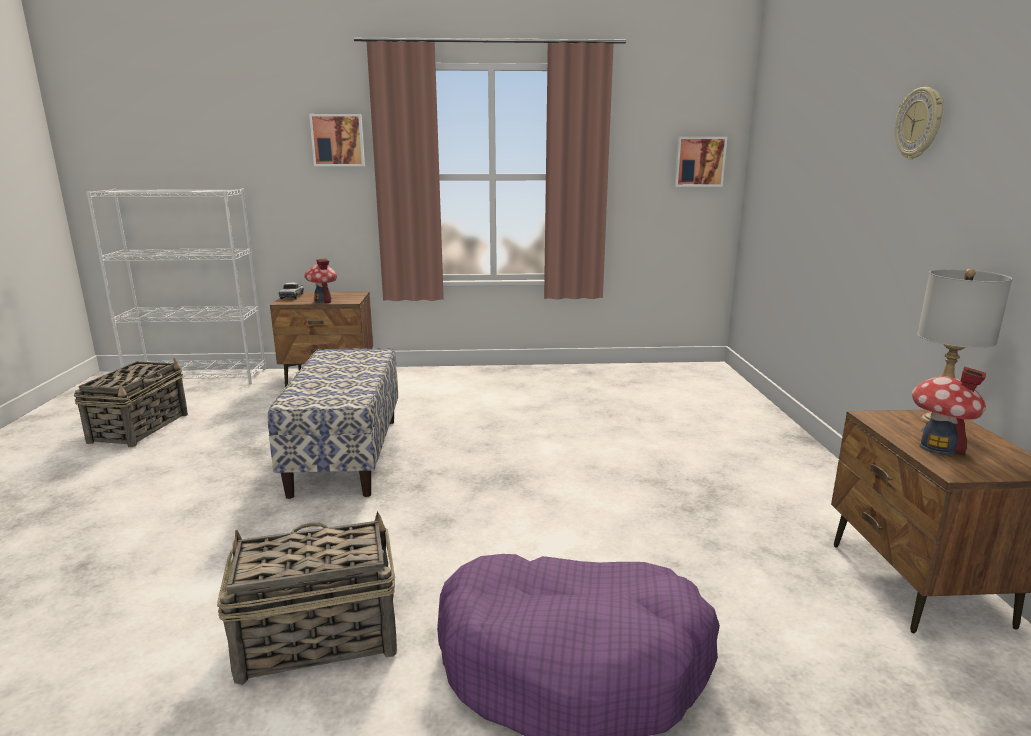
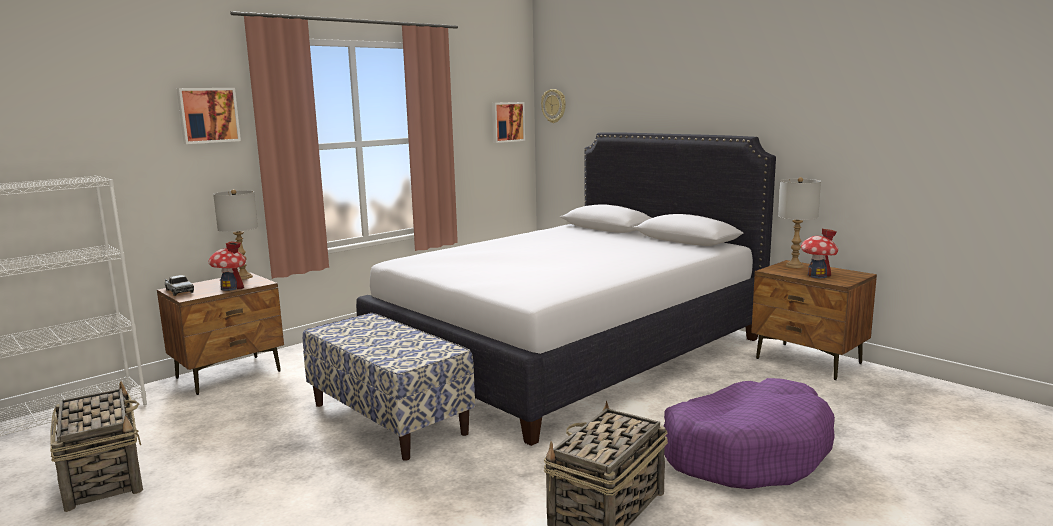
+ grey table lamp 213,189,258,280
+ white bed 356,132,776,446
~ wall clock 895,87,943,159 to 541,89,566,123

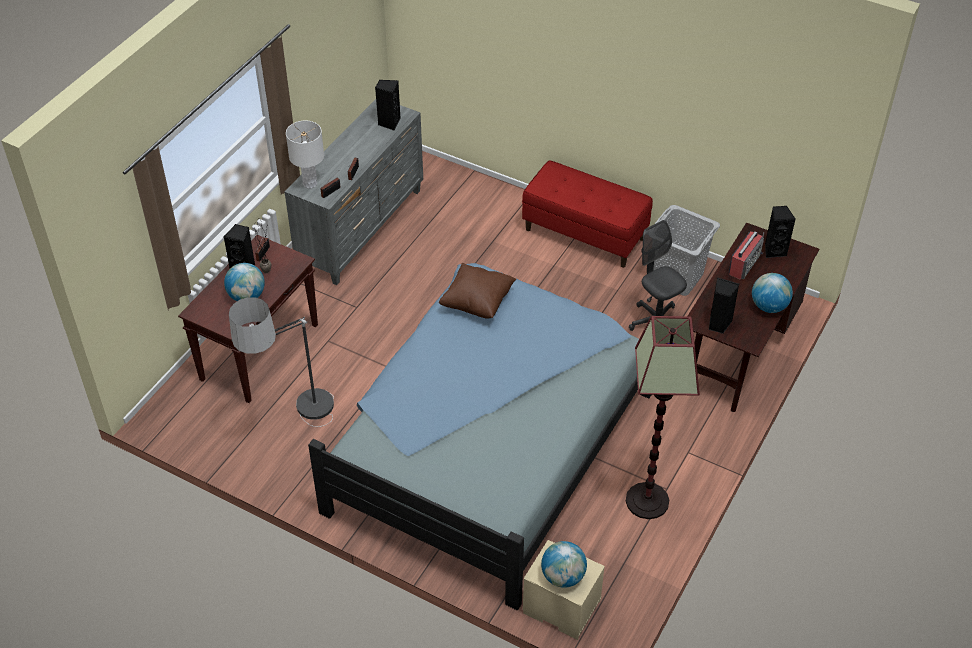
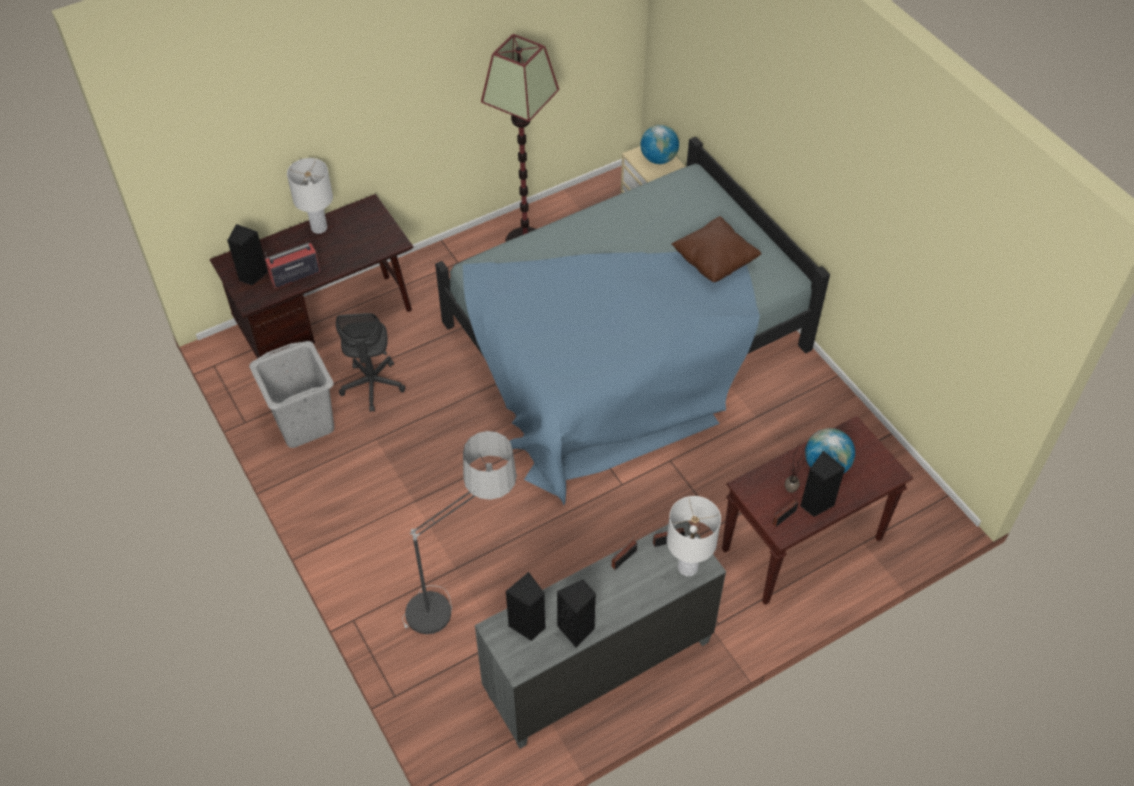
- red bench 522,160,653,268
~ floor lamp 229,297,334,427 to 402,431,517,634
~ brown pillow 439,263,516,319 to 671,216,762,282
~ black speaker 709,277,739,334 to 557,579,596,648
~ globe 752,273,793,313 to white table lamp 287,158,333,234

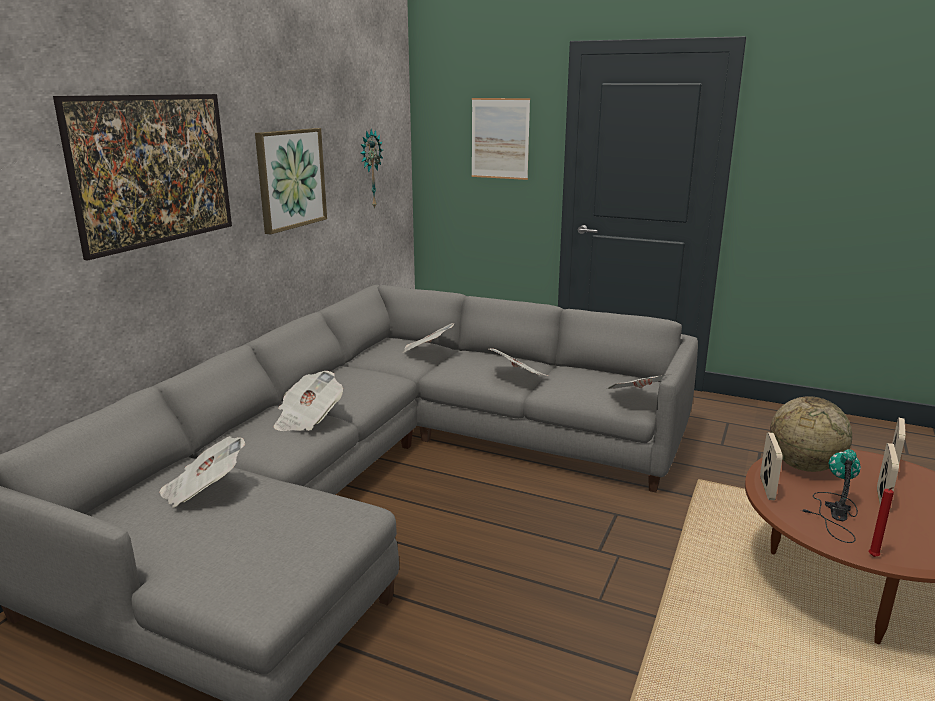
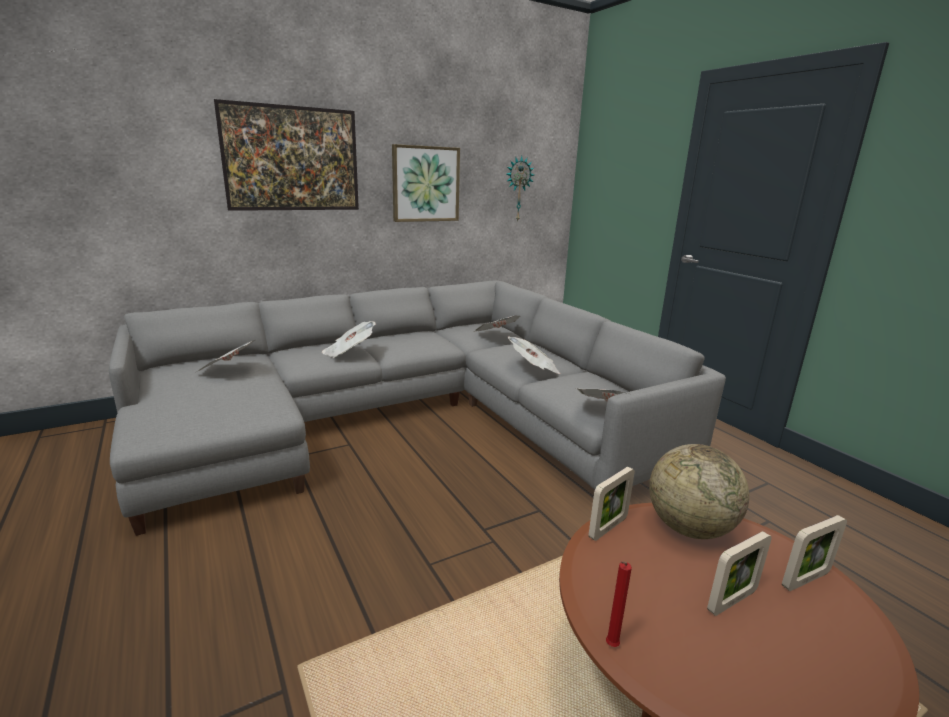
- picture 472,98,530,180
- table lamp 801,449,861,543

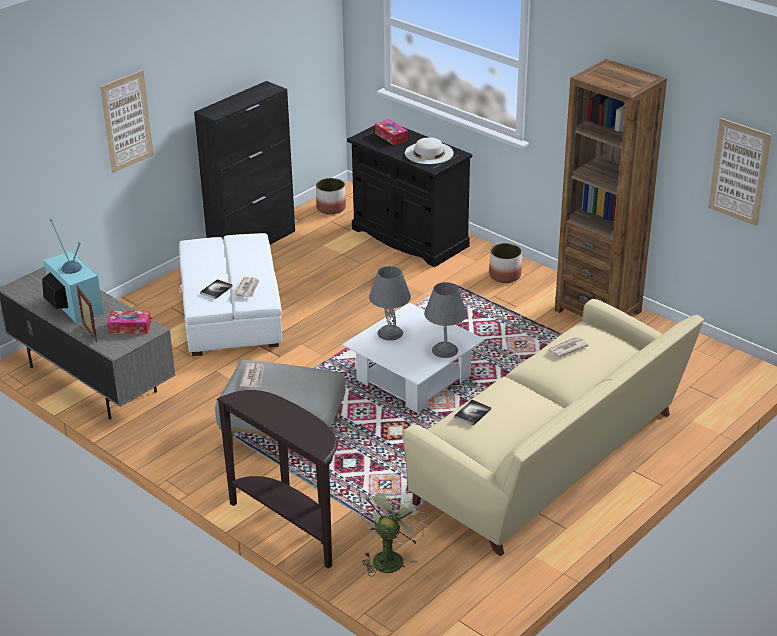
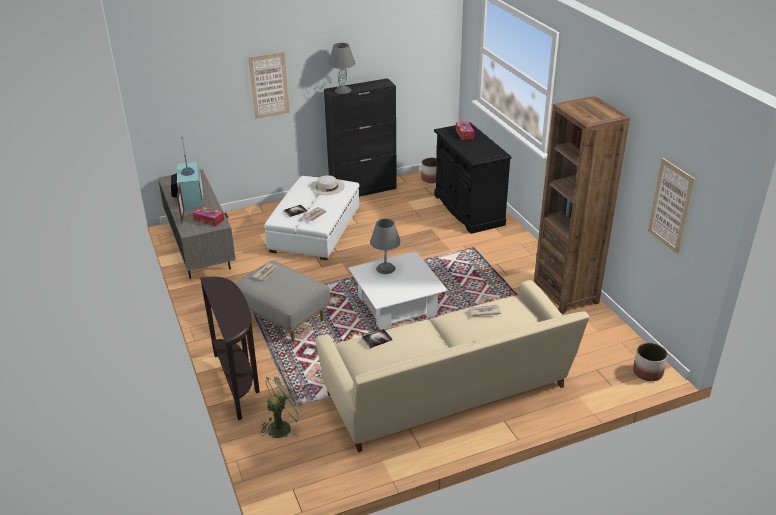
~ white hat 405,137,453,164 to 310,175,345,195
~ grey table lamp 424,282,467,358 to 328,43,356,94
~ planter 489,243,522,283 to 633,343,668,381

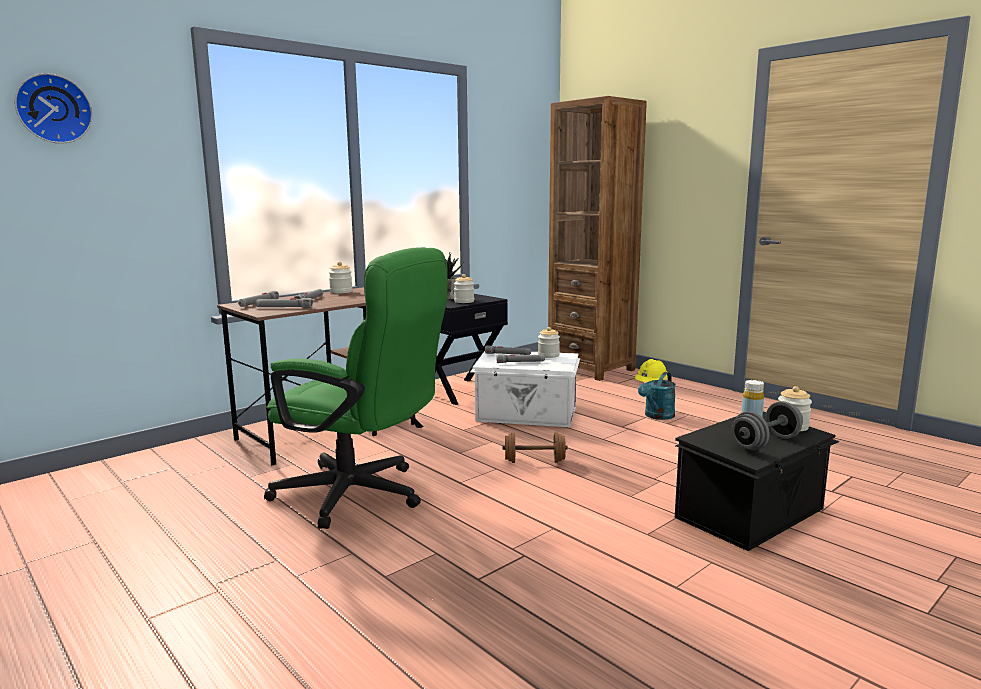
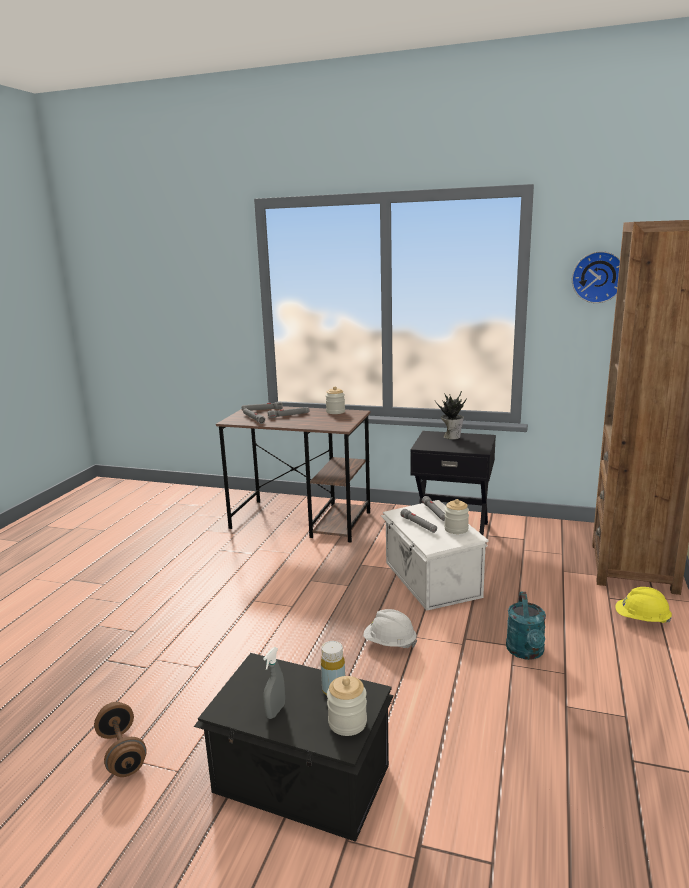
- green office chair 264,247,447,529
- jar 454,274,474,303
+ white hard hat 363,609,417,648
~ wall clock 15,73,93,144 to 572,251,620,303
~ brown dumbbell 502,432,568,463 to 94,702,147,777
~ grey dumbbell 731,401,803,450 to grey spray bottle 263,648,285,719
~ turquoise watering can 638,372,676,420 = 506,592,546,660 90 degrees counterclockwise

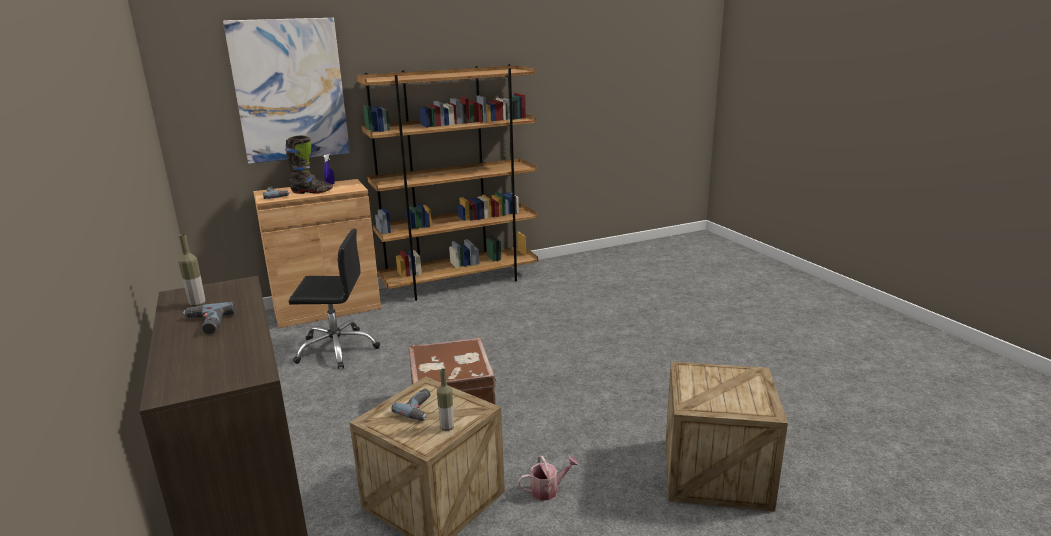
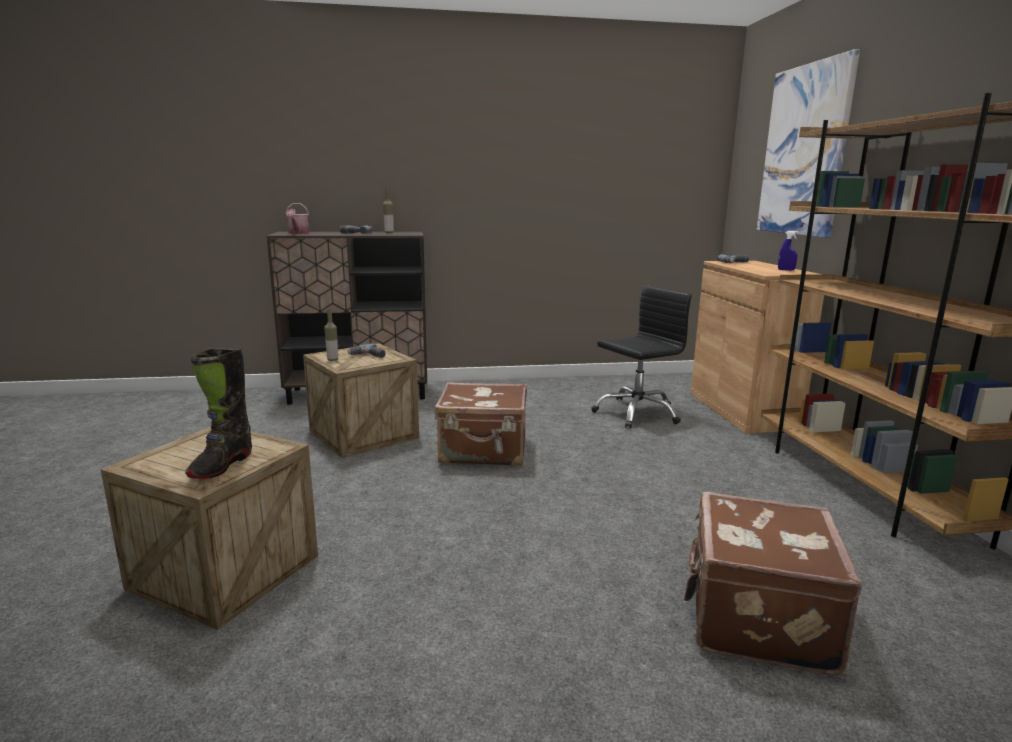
+ brown suitcase 684,492,862,676
~ black boot 285,135,333,194 to 185,348,252,479
~ watering can 518,456,579,501 to 286,203,309,234
~ black office chair 289,229,380,369 = 591,285,692,428 135 degrees counterclockwise

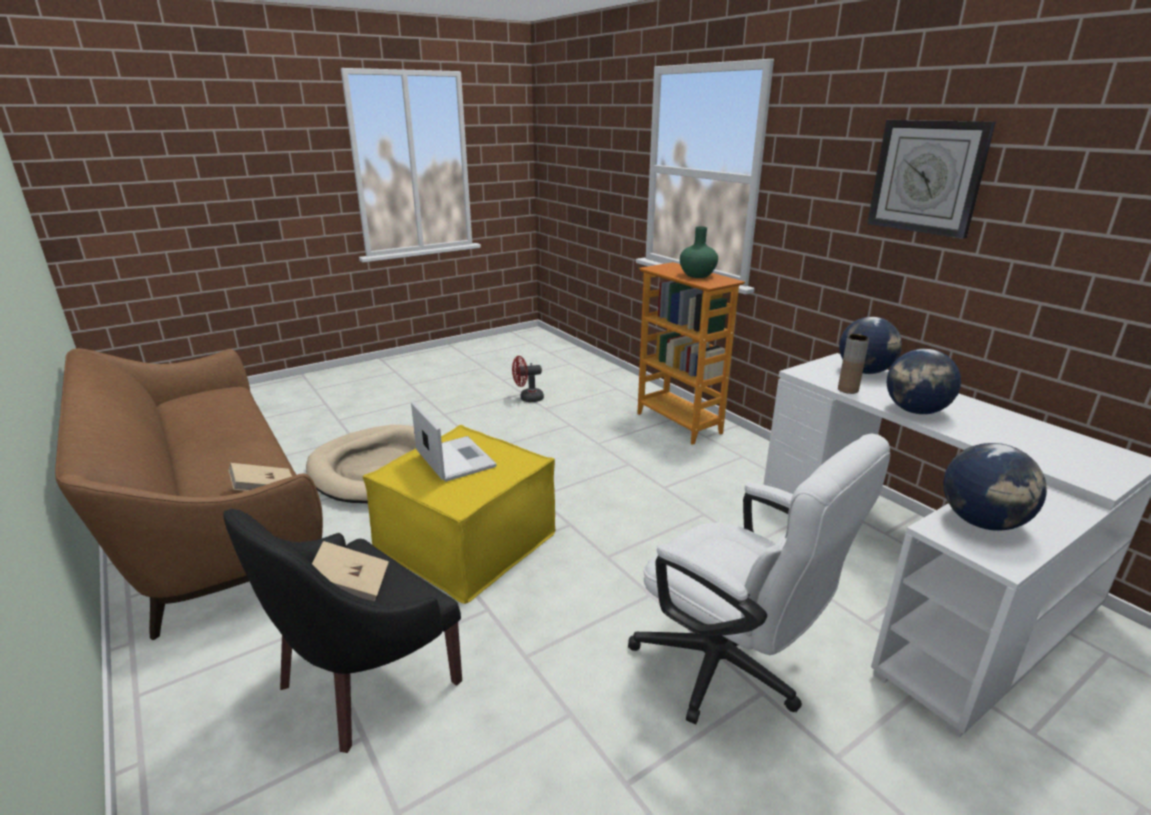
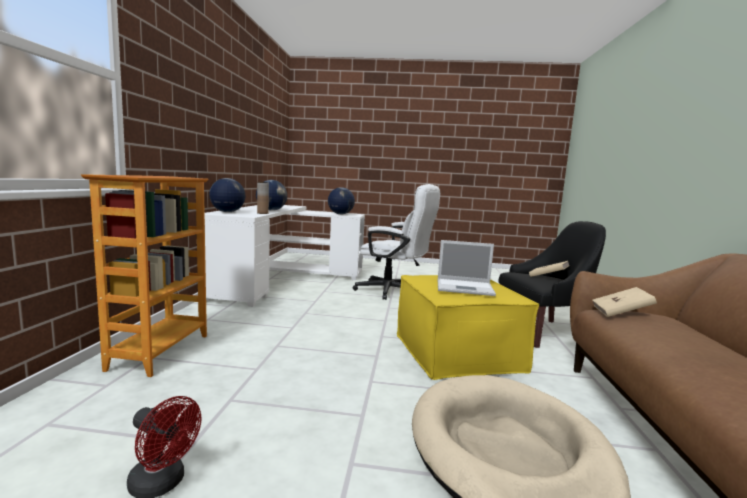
- green vase 680,226,718,278
- wall clock 867,120,996,239
~ laptop 411,401,497,482 = 438,240,496,296 90 degrees counterclockwise
~ white office chair 628,434,890,725 = 353,184,440,300 120 degrees clockwise

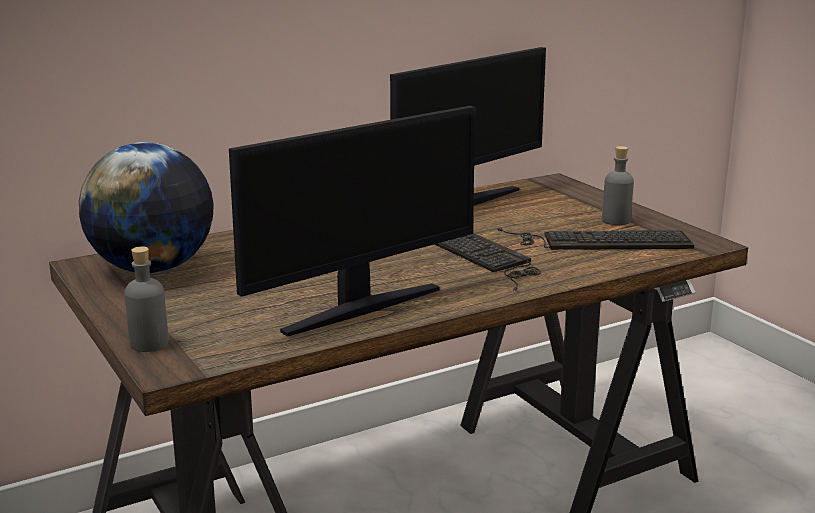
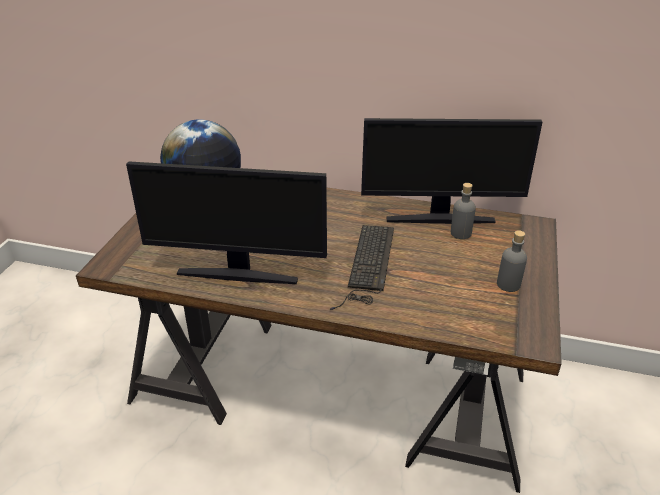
- keyboard 497,228,694,250
~ grey bottle 124,246,169,352 to 451,183,476,239

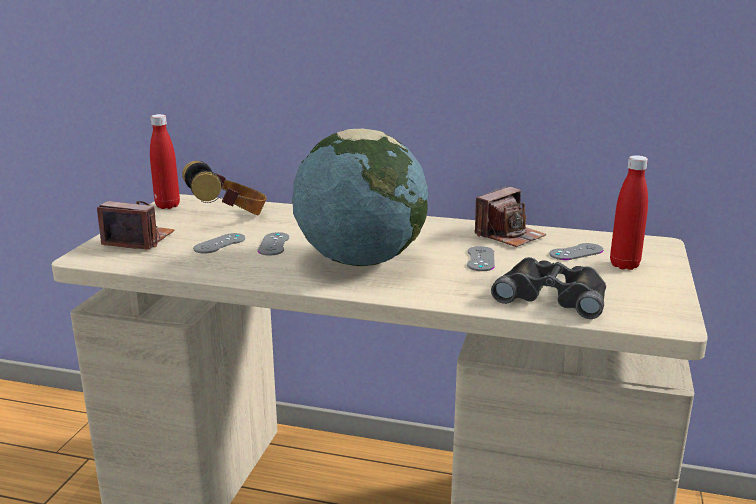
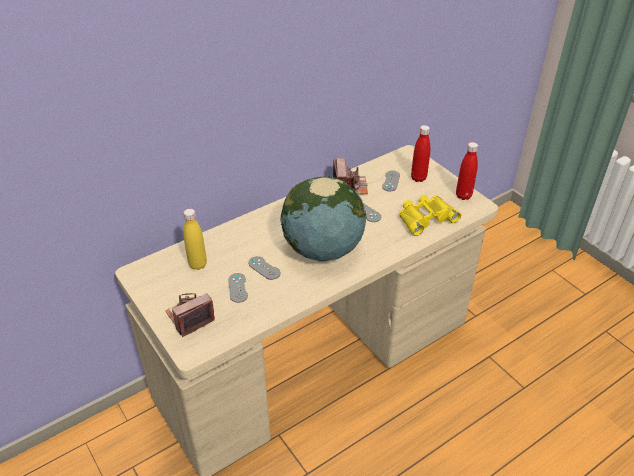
~ red bottle 150,114,180,209 to 456,142,478,200
~ headphones 182,161,267,216 to yellow bottle 184,209,207,270
~ black binoculars 491,257,606,319 to yellow binoculars 399,195,461,236

